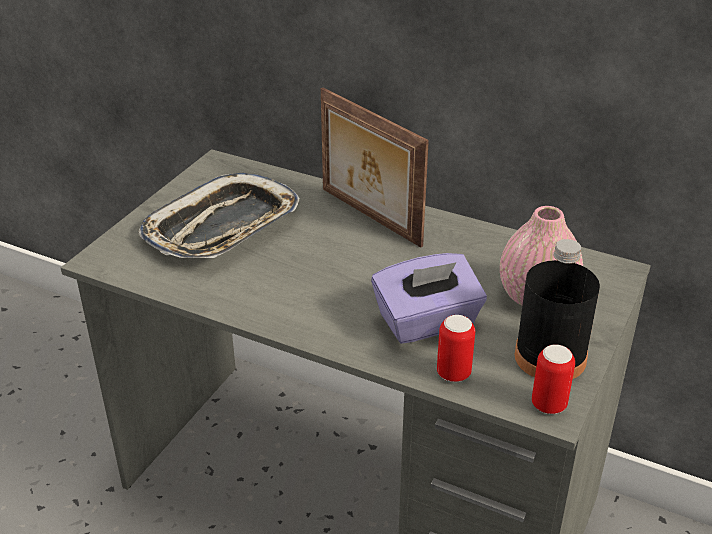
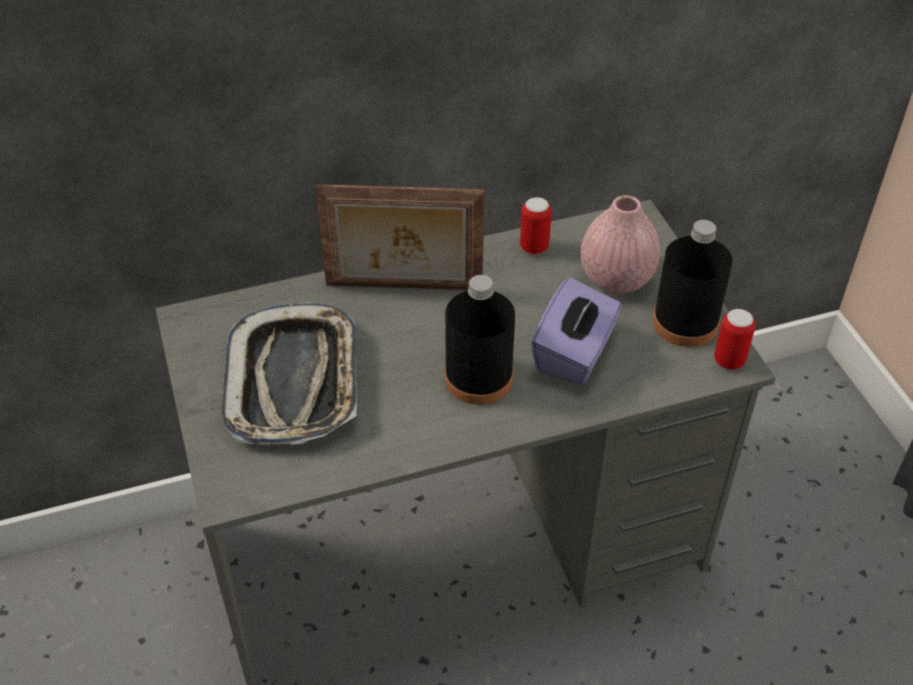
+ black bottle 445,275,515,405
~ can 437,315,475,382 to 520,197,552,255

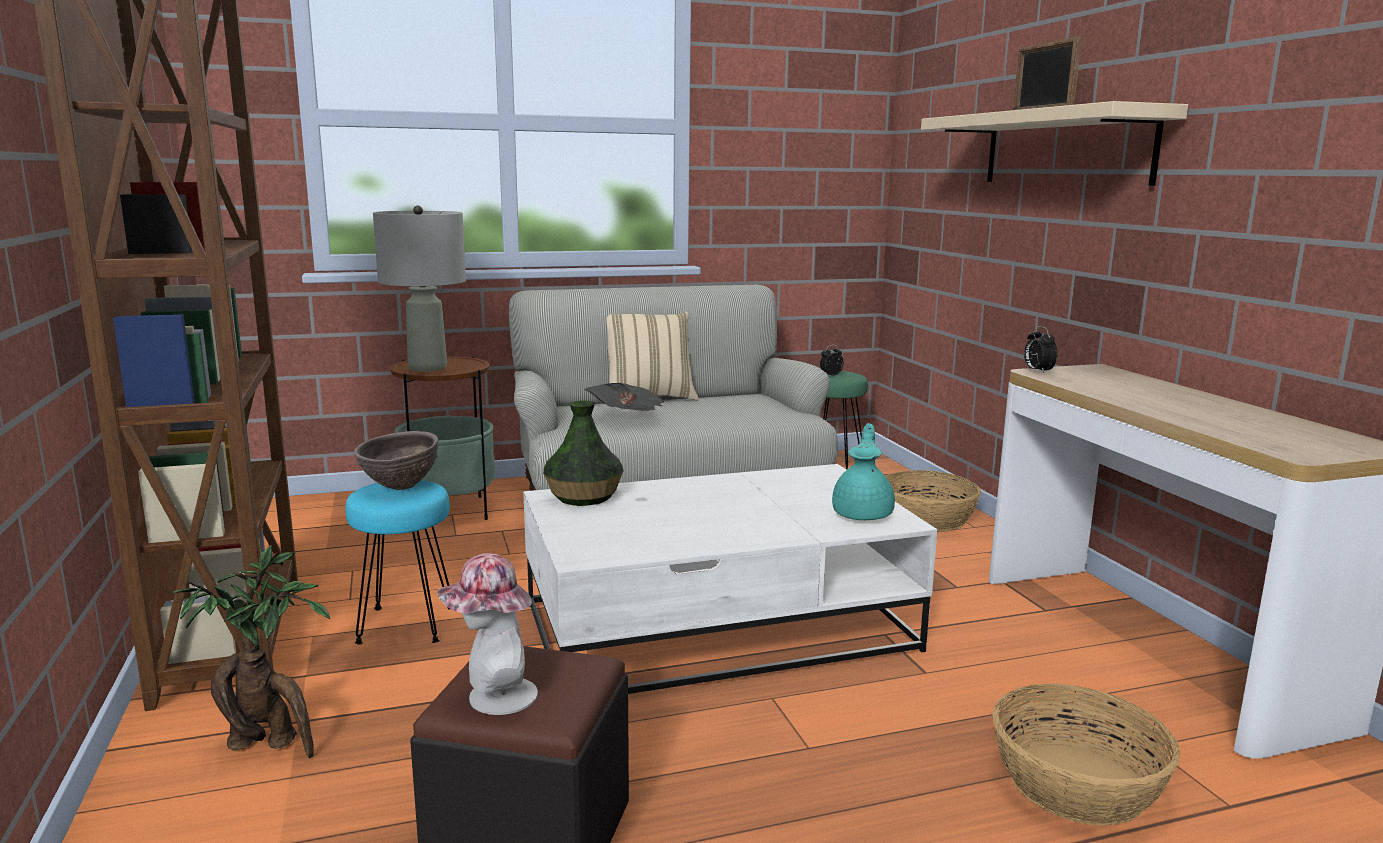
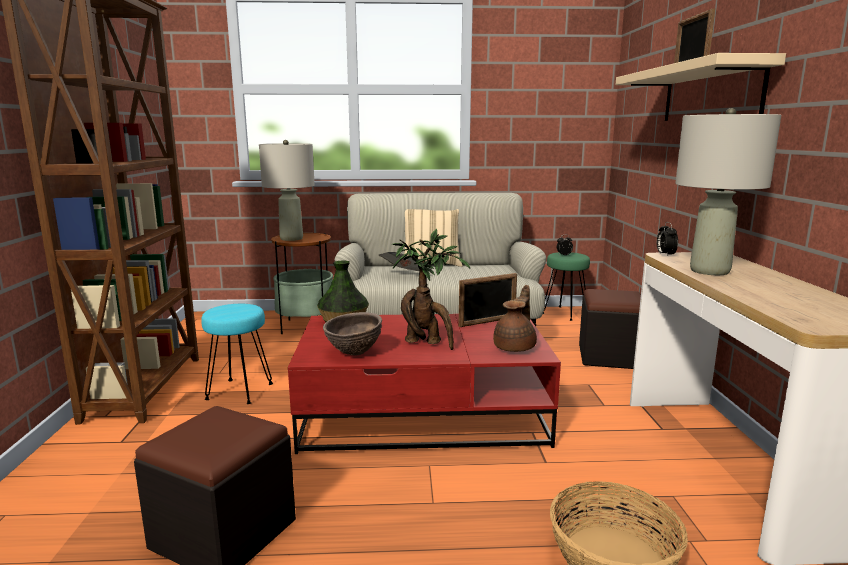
- hat 437,553,538,715
+ picture frame 459,273,517,327
+ grey table lamp 675,108,781,275
~ potted plant 173,545,330,758 to 392,229,470,350
~ brown bowl 354,431,438,490 to 323,312,382,356
~ basket 886,470,981,532 to black ottoman 579,289,641,369
~ white coffee table 523,464,937,694 to red coffee table 288,314,561,454
~ turquoise teapot 832,423,895,520 to brown teapot 493,285,537,352

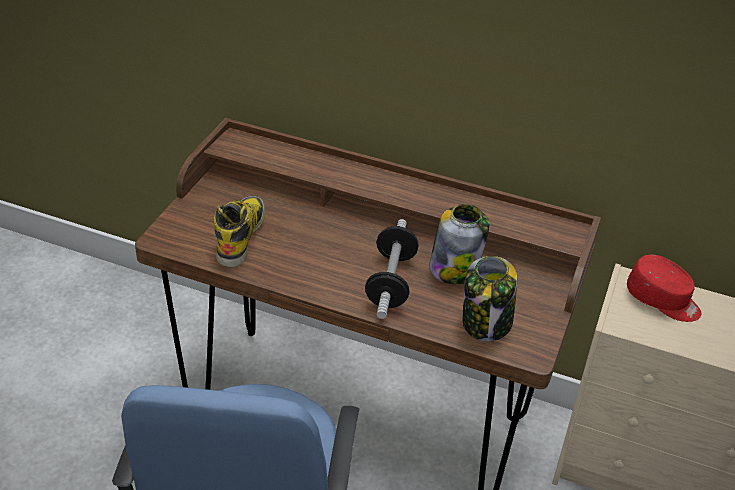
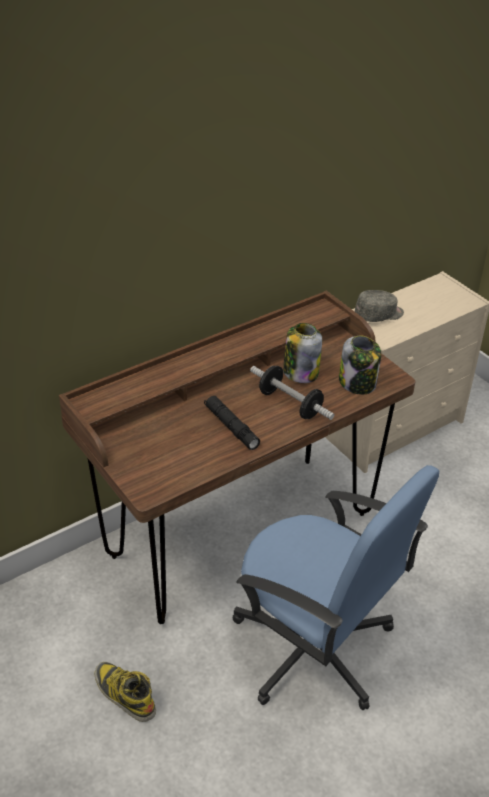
+ black flashlight 204,396,260,450
~ boot 214,196,265,267 to 95,662,156,722
~ red cap 627,255,702,322 to grey cap 355,290,404,322

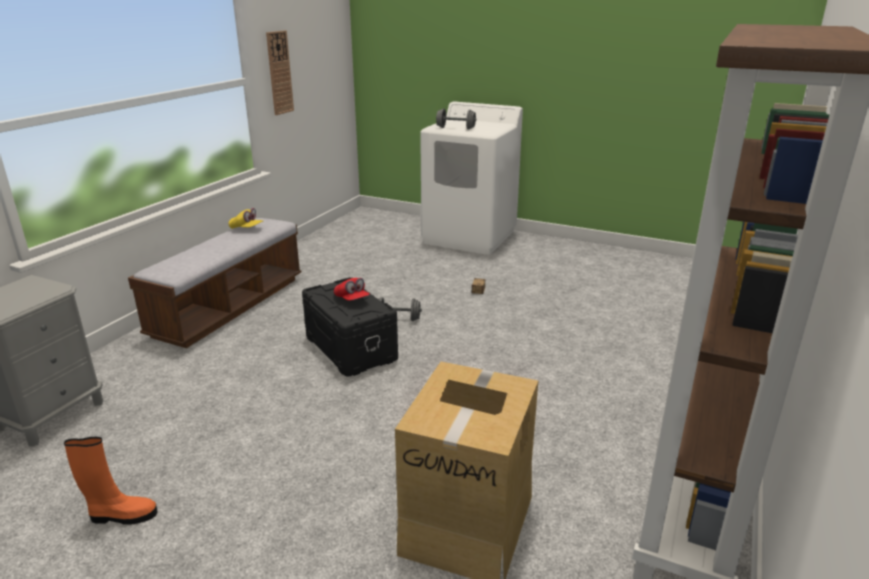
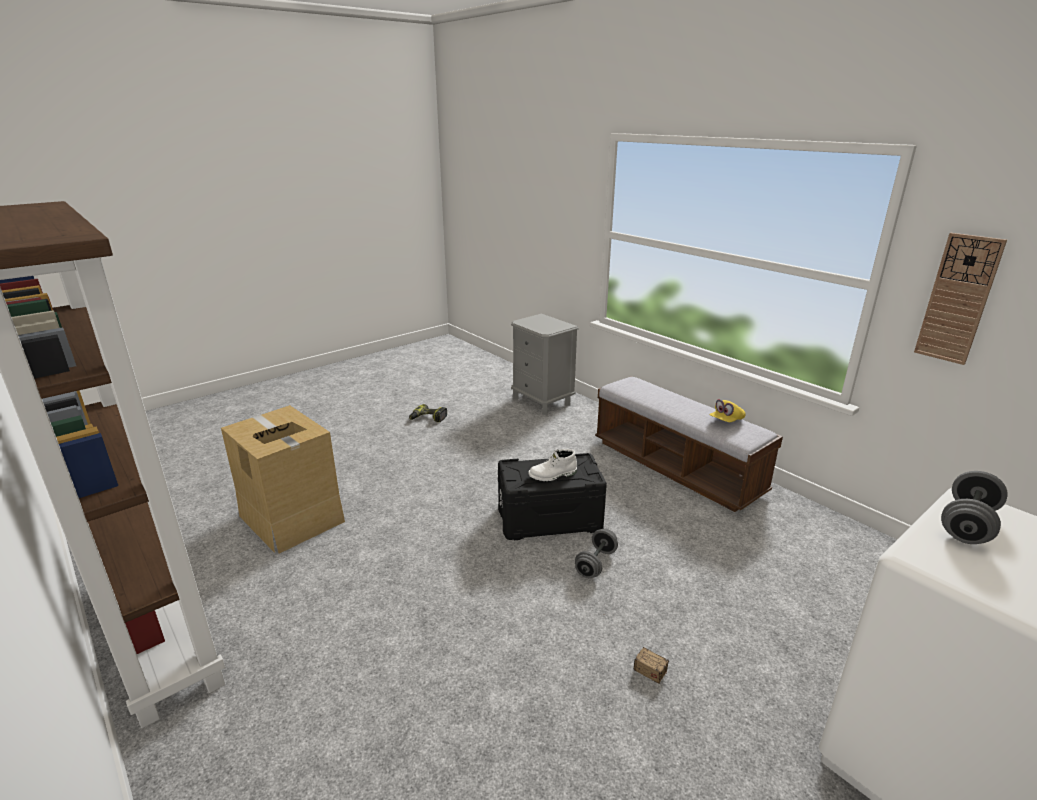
~ orange boot 64,437,158,525 to power drill 409,404,447,422
~ red cap 334,278,370,301 to white boot 528,449,577,481

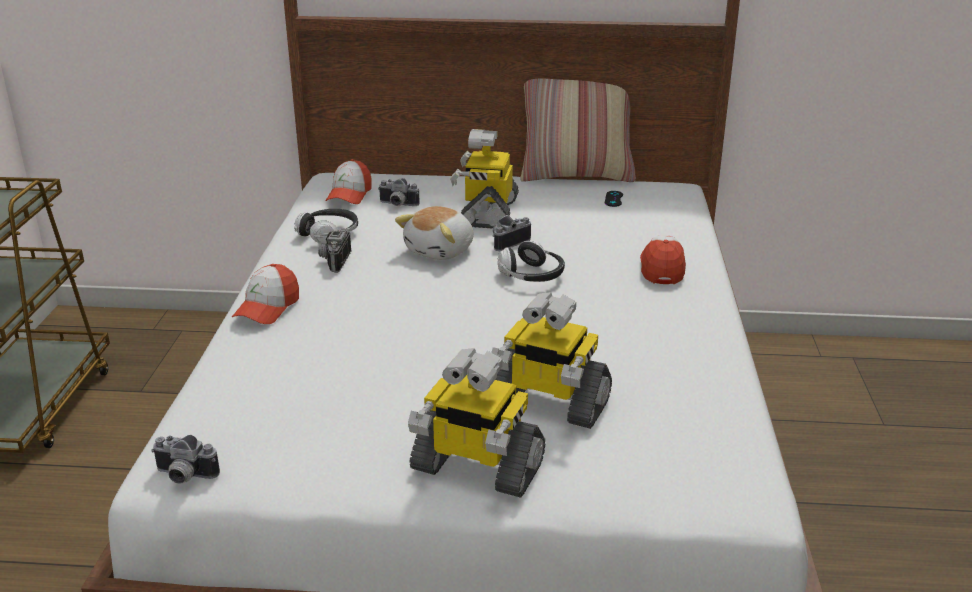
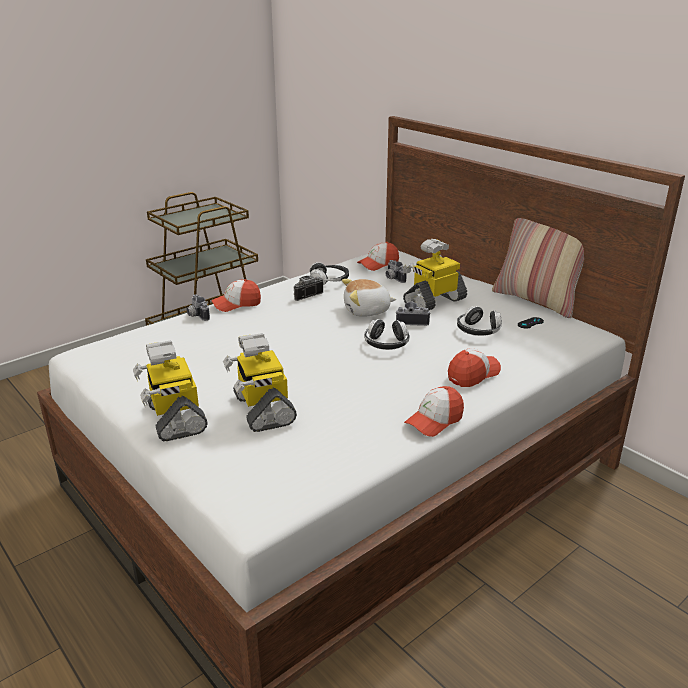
+ cap 404,386,464,437
+ headphones 457,306,502,336
~ photo camera 151,435,220,484 to 187,294,210,321

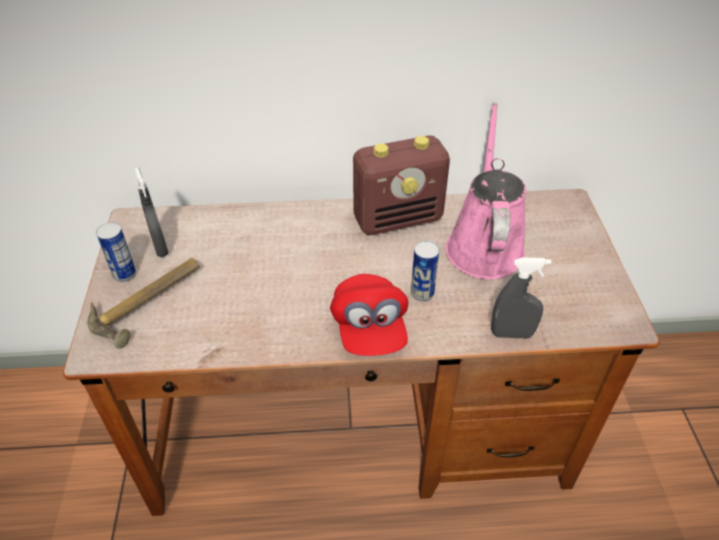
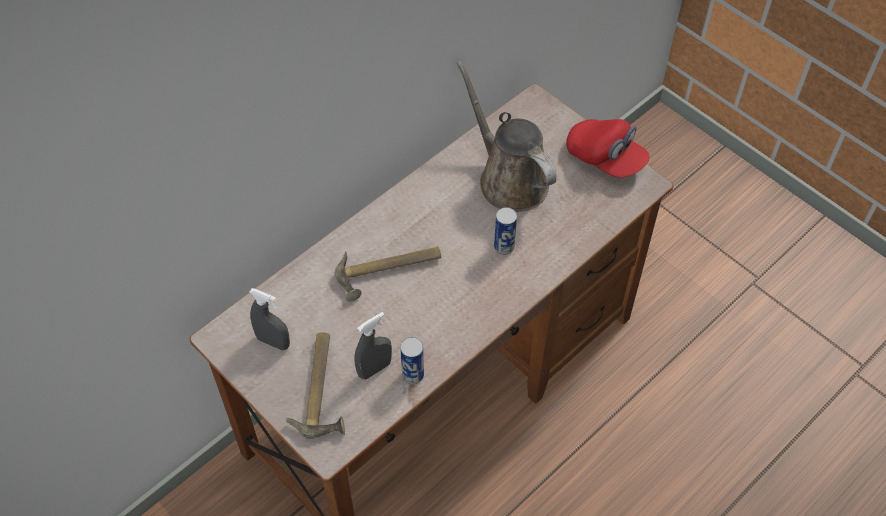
- radio 353,135,450,235
+ hammer 335,246,441,302
~ can 96,222,136,282 to 400,337,424,384
~ red cap 330,274,408,356 to 566,119,649,178
~ grey spray bottle 491,257,551,339 to 354,312,392,379
~ pink watering can 446,103,526,279 to brown watering can 457,61,557,212

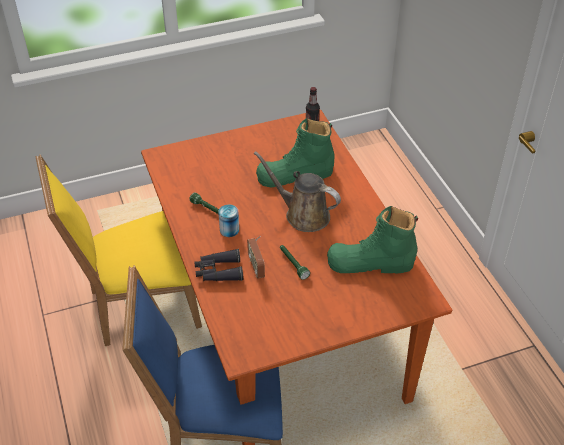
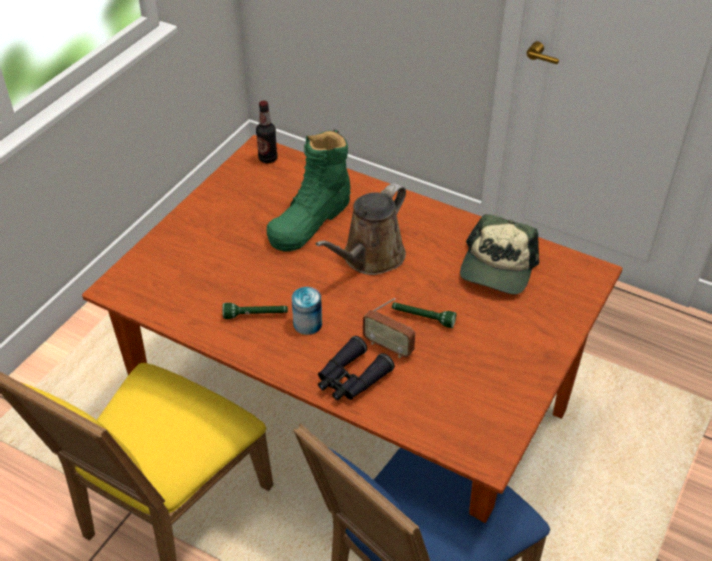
~ green boot 327,206,418,274 to cap 460,214,539,295
~ brown watering can 254,151,341,232 = 315,183,406,275 45 degrees counterclockwise

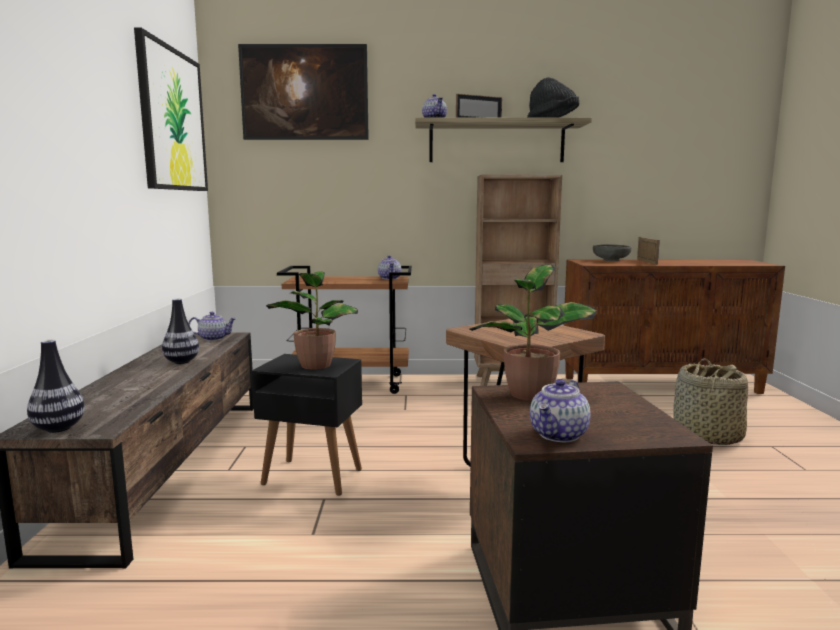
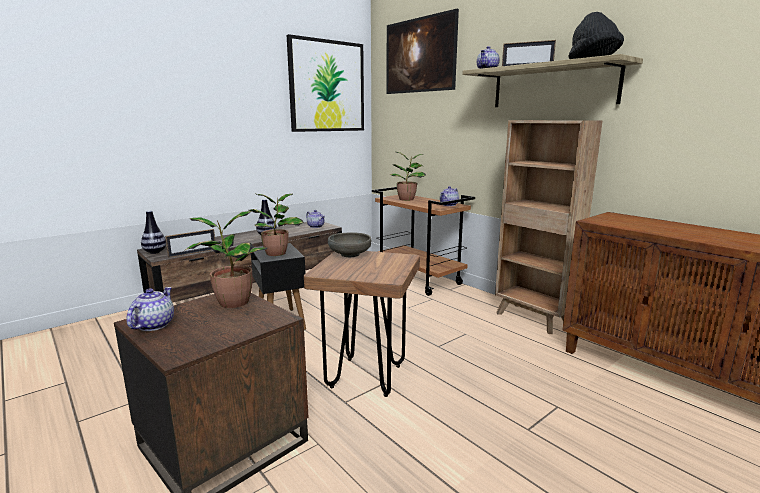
- basket 673,359,748,445
+ potted plant 390,151,426,201
~ grey bowl 593,244,631,261 to 328,232,371,257
~ picture frame 637,237,660,265 to 165,229,216,258
~ teapot 530,379,591,442 = 126,287,174,331 105 degrees clockwise

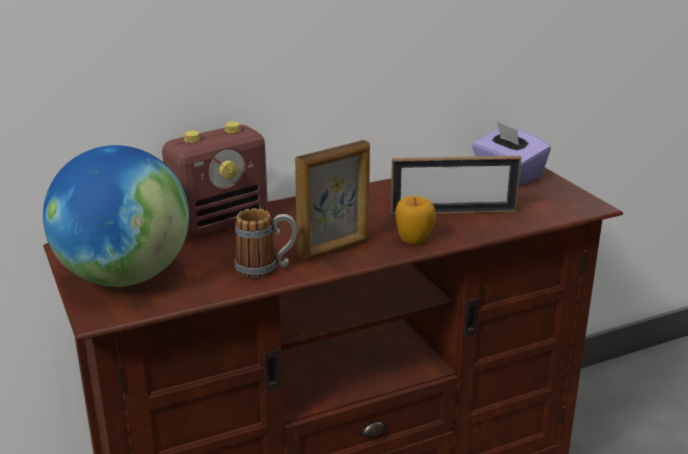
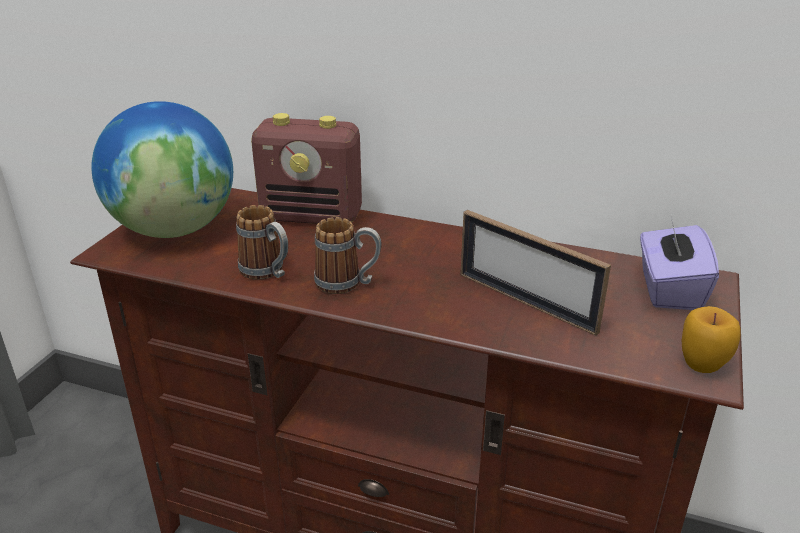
~ apple 395,196,436,245 to 682,306,740,373
~ picture frame 295,140,370,262 to mug 314,217,382,294

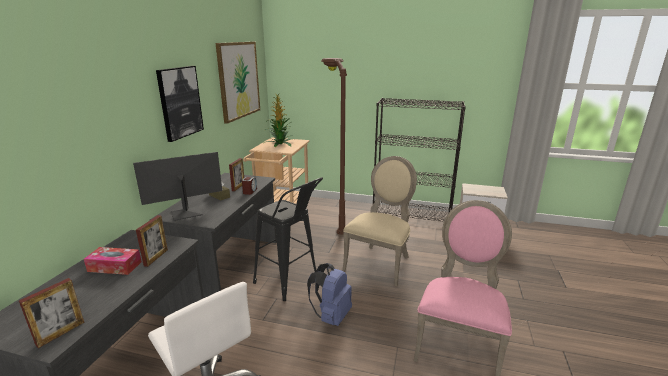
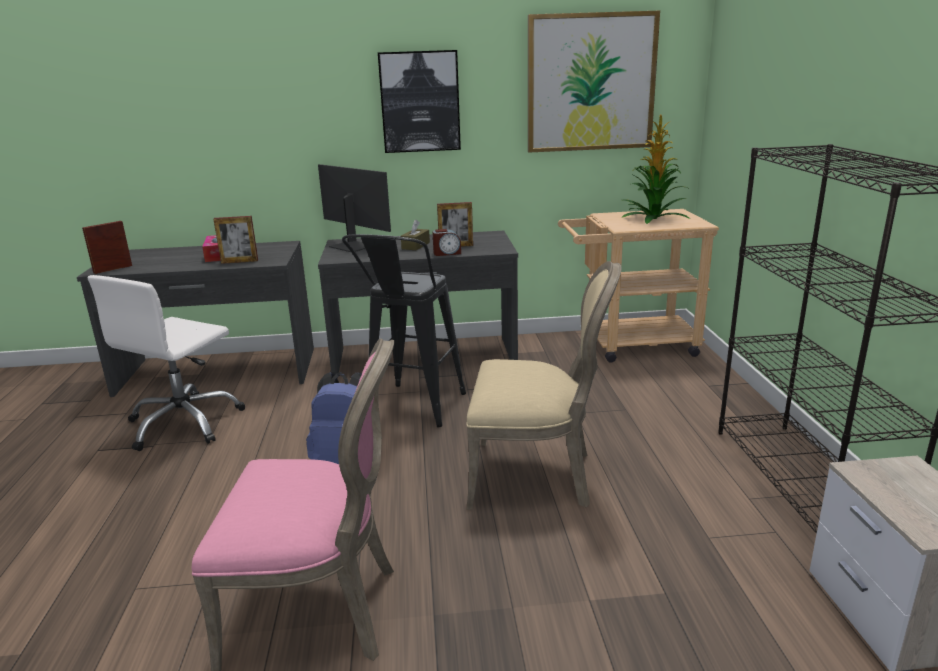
- brown floor lamp 321,58,347,235
~ picture frame 19,278,85,348 = 82,221,132,274 120 degrees clockwise

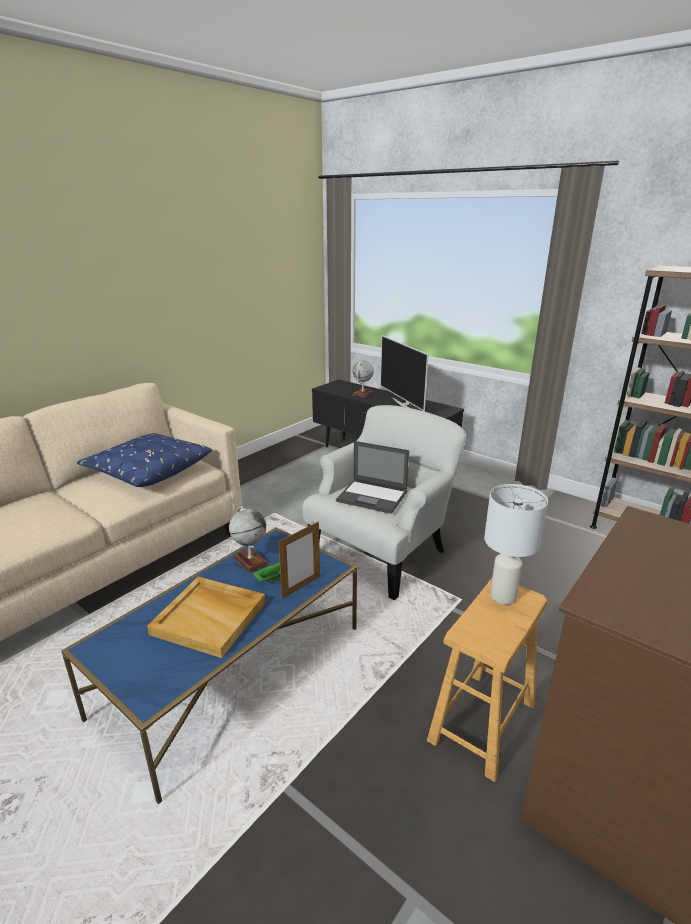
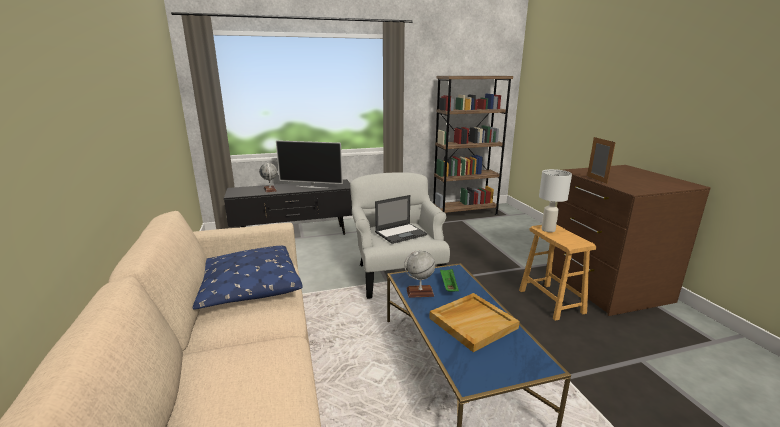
~ picture frame 278,521,320,599 to 587,137,616,184

